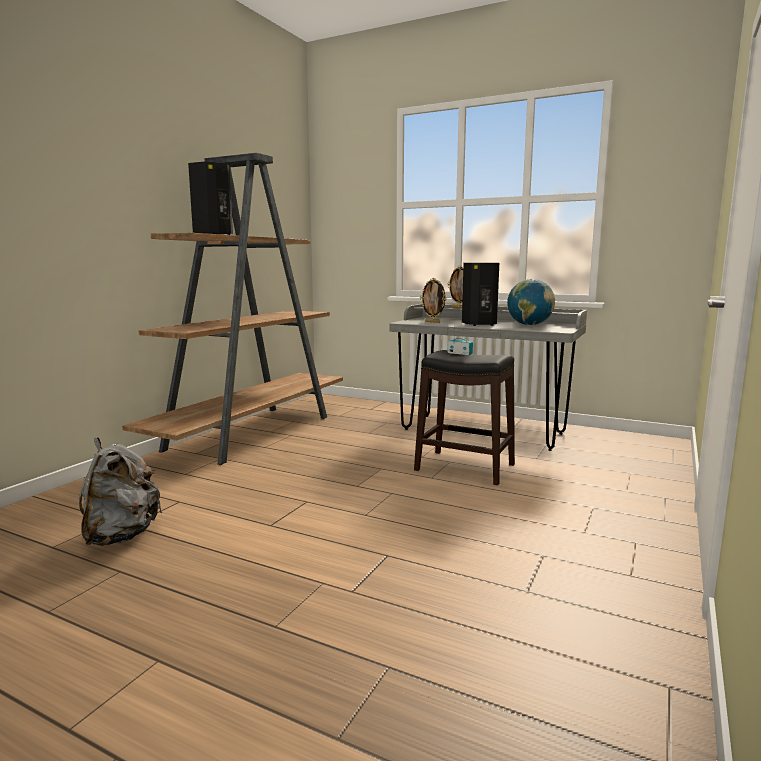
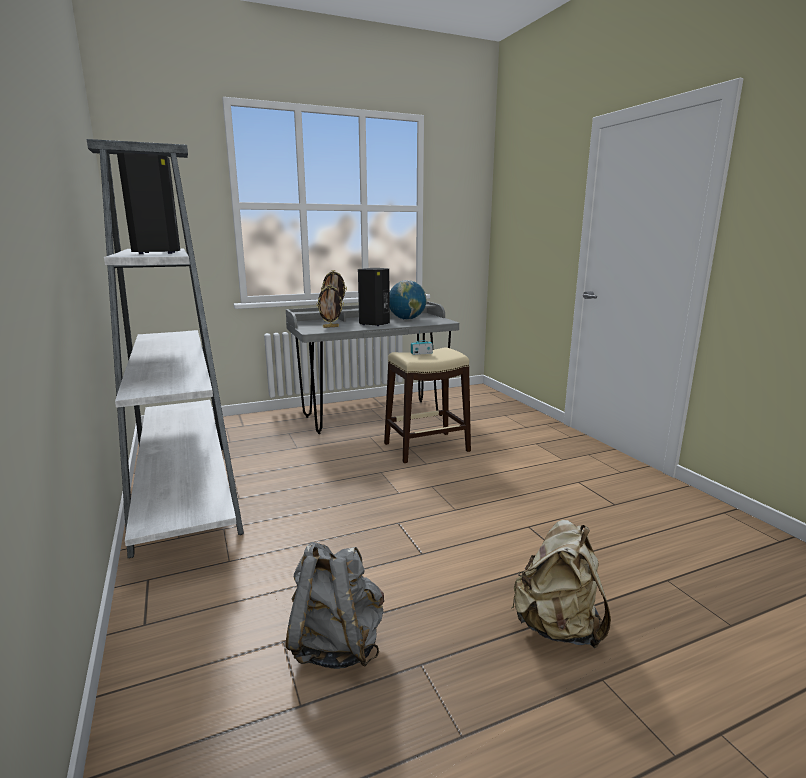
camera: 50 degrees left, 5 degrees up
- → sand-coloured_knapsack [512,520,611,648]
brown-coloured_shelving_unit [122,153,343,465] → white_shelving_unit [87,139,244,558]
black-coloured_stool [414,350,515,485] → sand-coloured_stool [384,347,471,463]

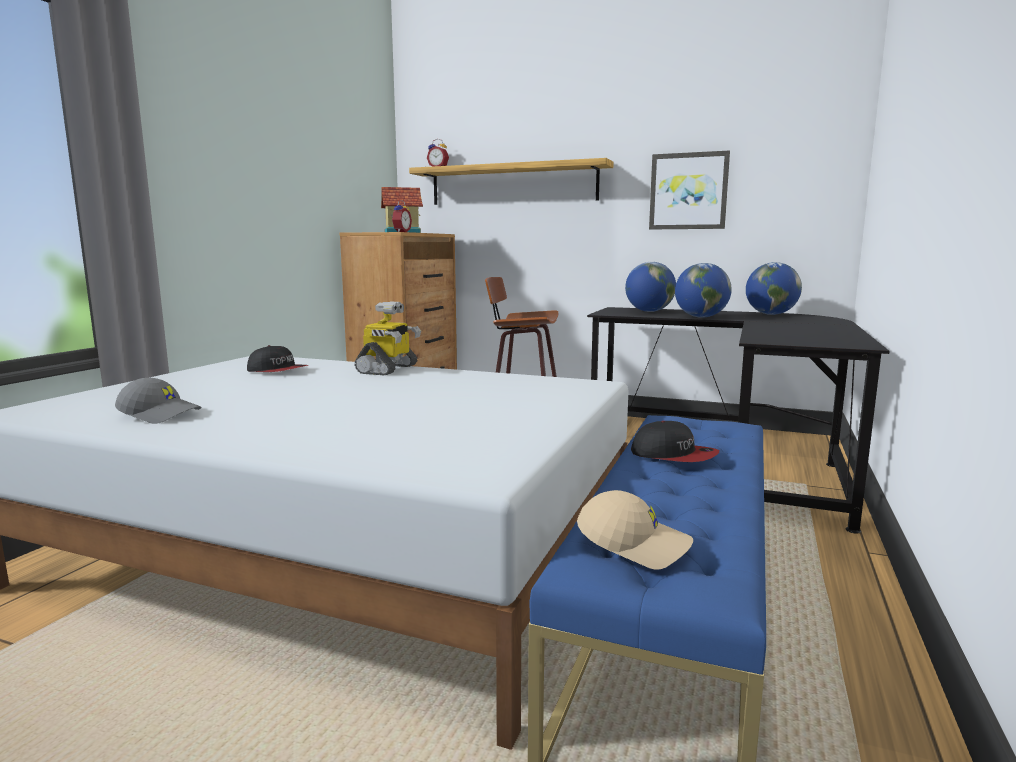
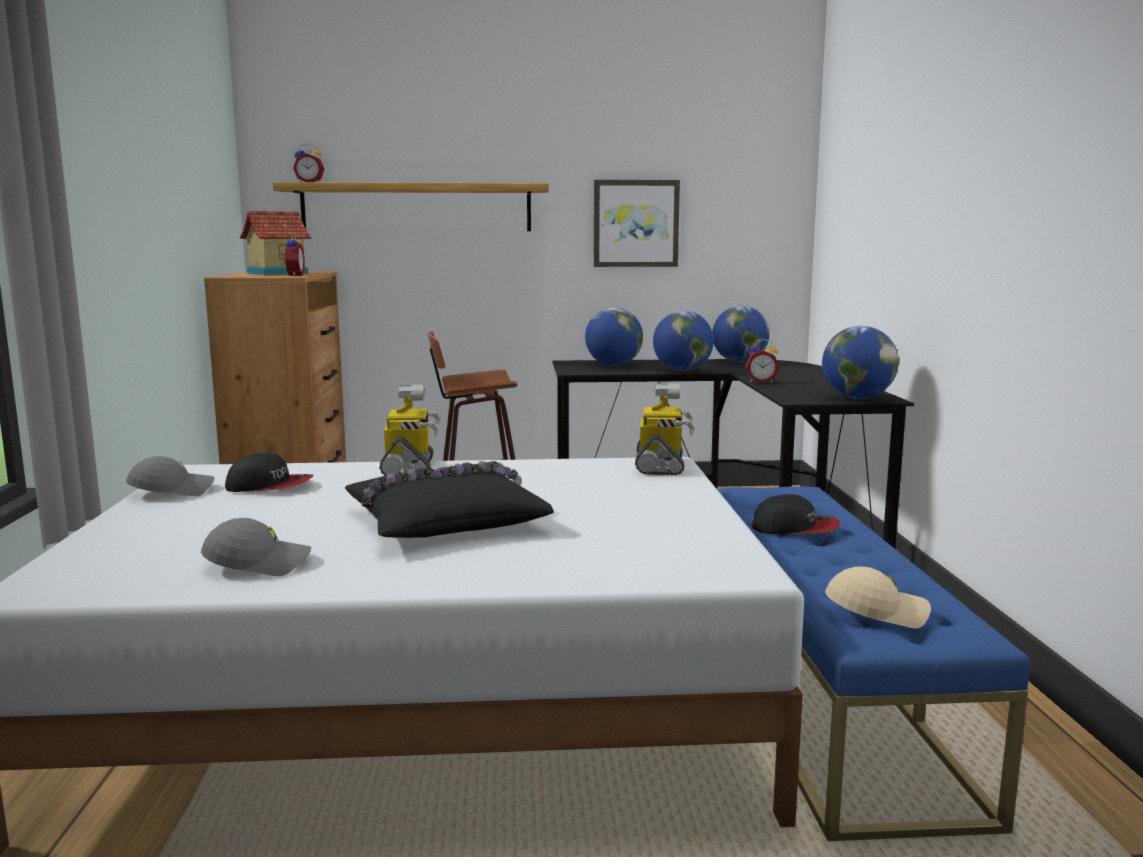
camera: 25 degrees left, 0 degrees up
- → grey_cap [126,456,214,496]
- → black-coloured_pillow [345,461,554,538]
- → robot_figure [635,383,695,475]
- → bedside_clock [745,339,779,383]
- → globe [822,326,899,399]

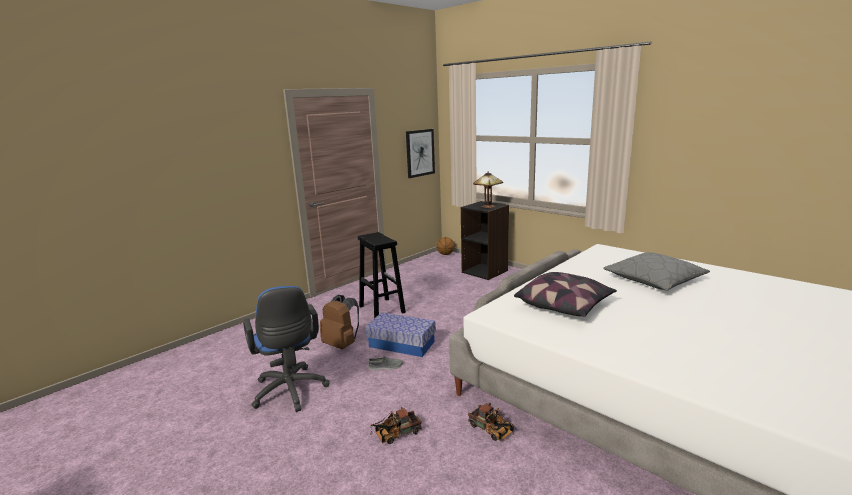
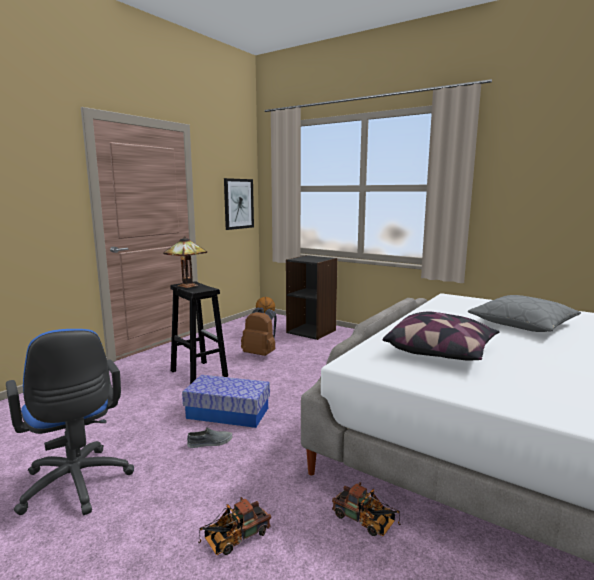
camera: 10 degrees left, 5 degrees down
brown-coloured_knapsack [320,295,359,349] → brown-coloured_knapsack [241,307,277,356], moved
lamp_for_a_table [473,172,503,208] → lamp_for_a_table [163,236,207,288], moved

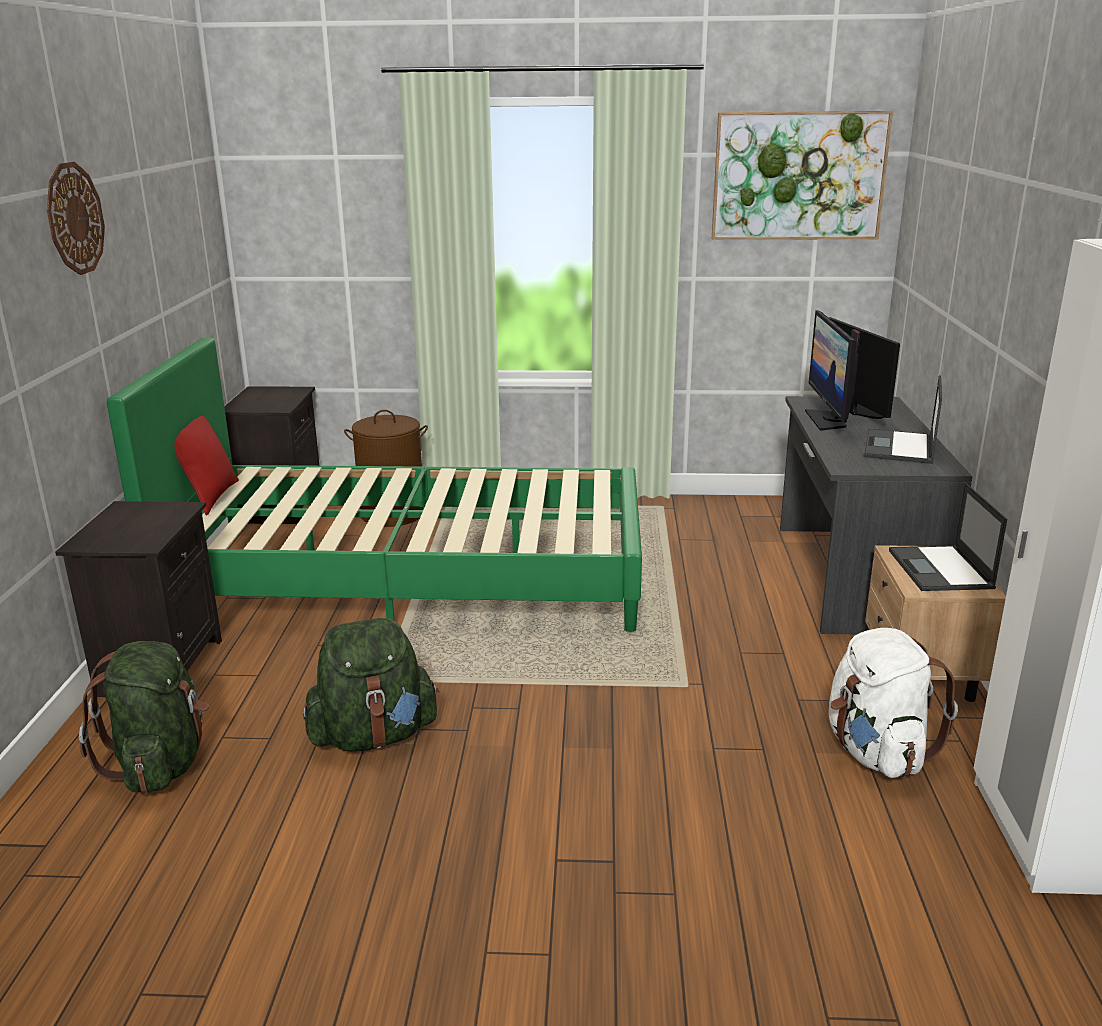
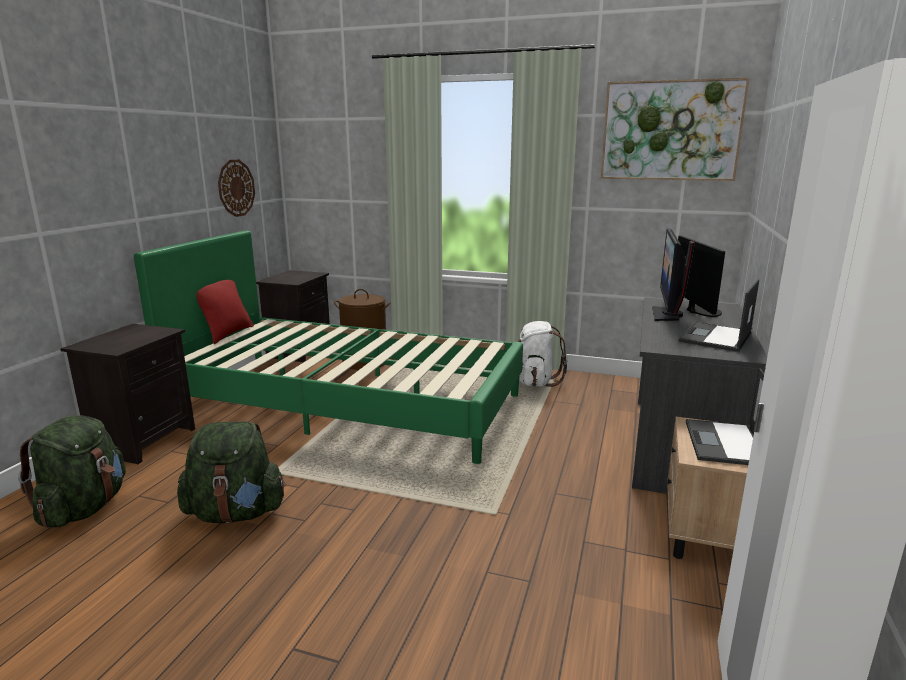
camera: 15 degrees right, 5 degrees down
hanging_clock [47,162,105,275] → hanging_clock [218,160,255,217], moved
white_knapsack [829,628,958,778] → white_knapsack [517,321,568,387], moved

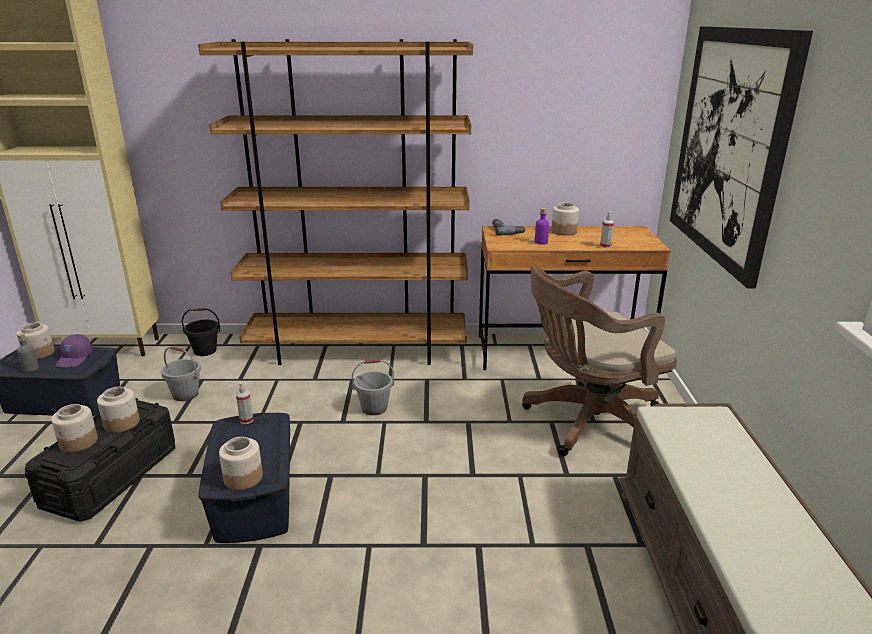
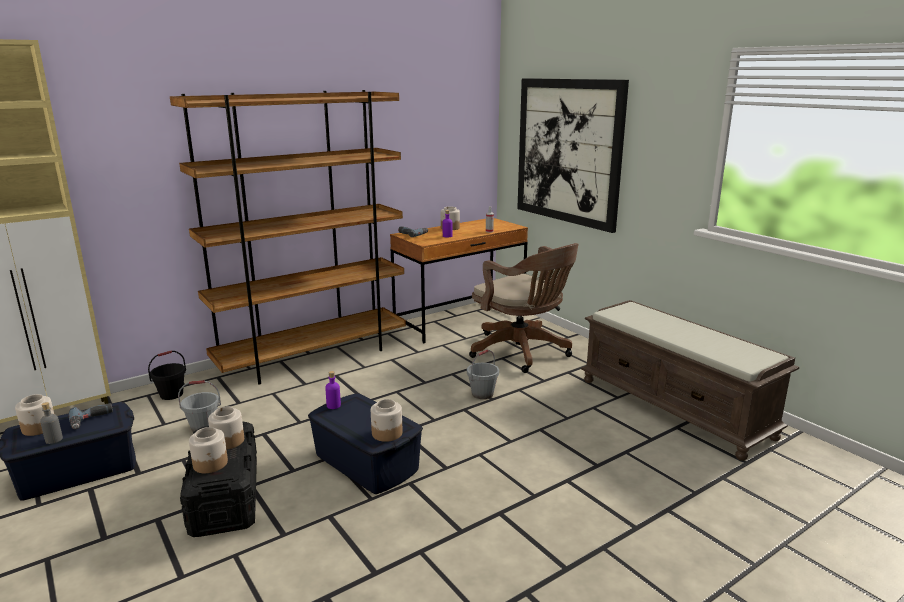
camera: 35 degrees left, 5 degrees down
grey_bucket [352,359,394,415] → grey_bucket [467,349,499,399], moved
purple-coloured_cap [56,334,92,367] → power_drill [69,403,113,429]
hand_sprayer [236,382,253,424] → purple-coloured_bottle [325,371,341,409]
brown-coloured_office_chair [522,266,677,456] → brown-coloured_office_chair [469,243,578,373], 75 degrees counterclockwise

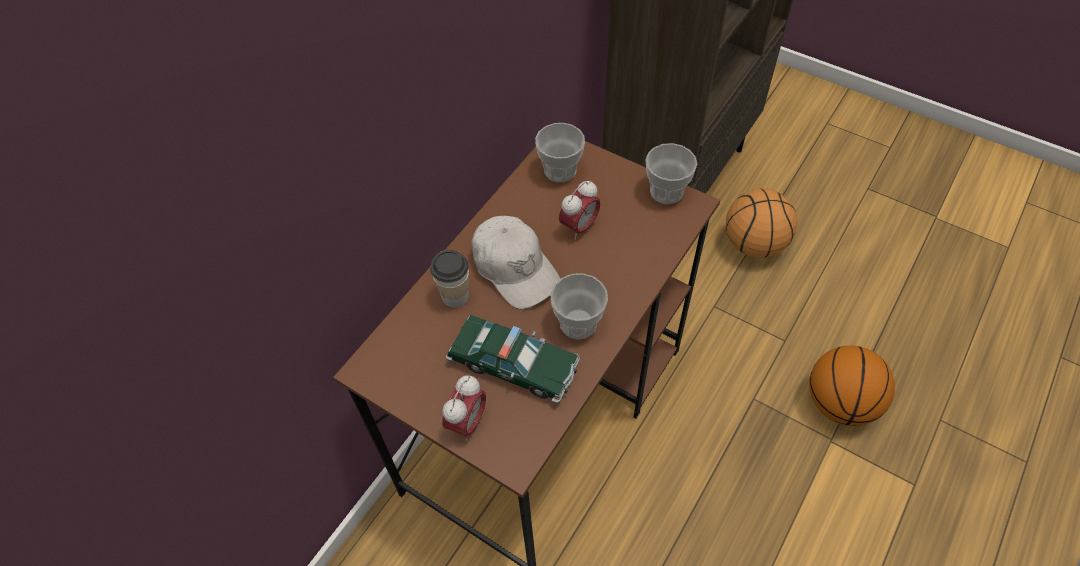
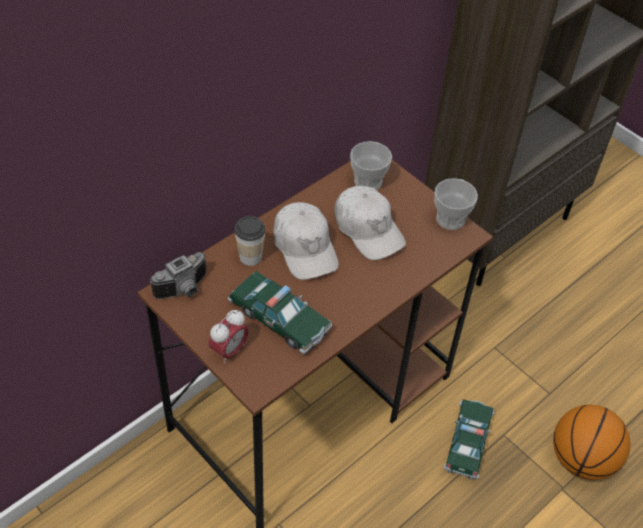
camera: 10 degrees right, 5 degrees down
drinking_cup [551,273,608,339] → -
basketball_ball [726,188,798,258] → -
- → photo_camera [150,252,206,299]
- → model_car [443,399,494,480]
bedside_clock [559,180,601,240] → white_cap [335,186,406,260]

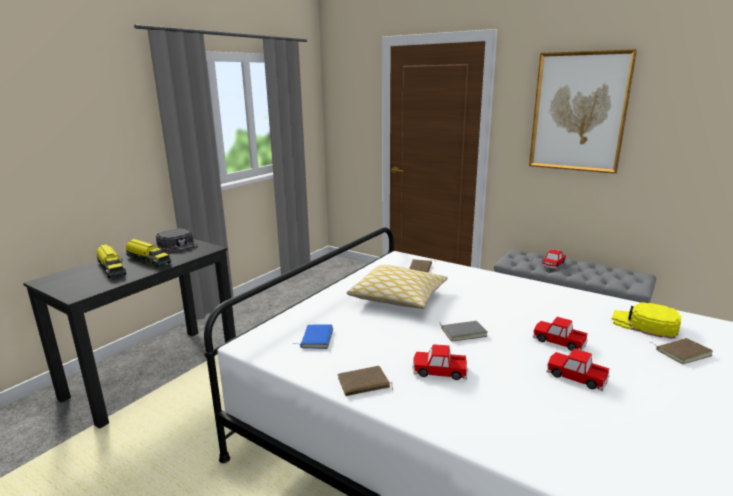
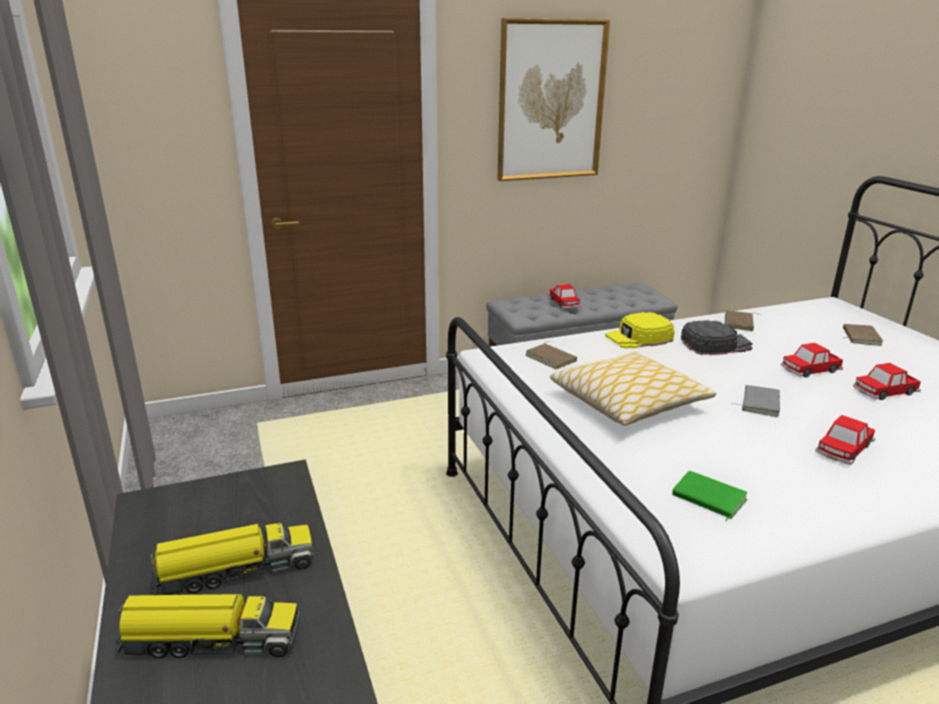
camera: 55 degrees left, 5 degrees up
black-coloured_cap [156,228,198,253] → black-coloured_cap [681,320,753,355], moved
brown-coloured_bound_book [337,366,393,396] → brown-coloured_bound_book [725,310,762,331], moved
yellow-coloured_cap [612,302,681,339] → yellow-coloured_cap [605,312,675,349], moved
blue_bound_book [293,324,333,349] → green-coloured_bound_book [672,471,748,521]

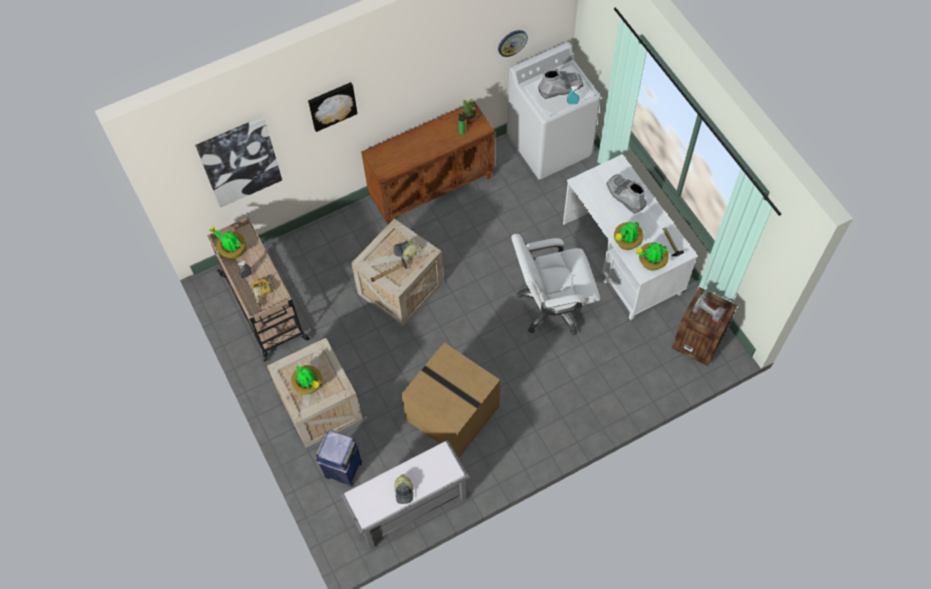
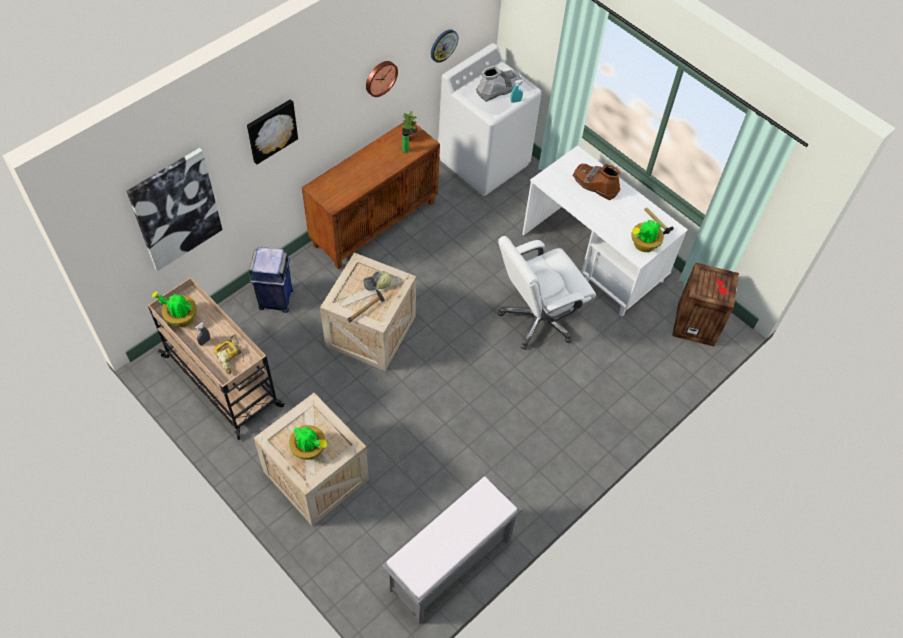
camera: 20 degrees left, 5 degrees down
cap [394,474,413,504] → -
packing_box [402,343,500,458] → -
houseplant [614,222,644,250] → -
power_drill [693,289,725,322] → -
- → hanging_clock [366,61,398,97]
blue_trash_can [316,430,362,487] → blue_trash_can [249,247,293,313], moved
grey_high-top_boot [606,174,647,214] → brown-coloured_high-top_boot [573,164,620,200]

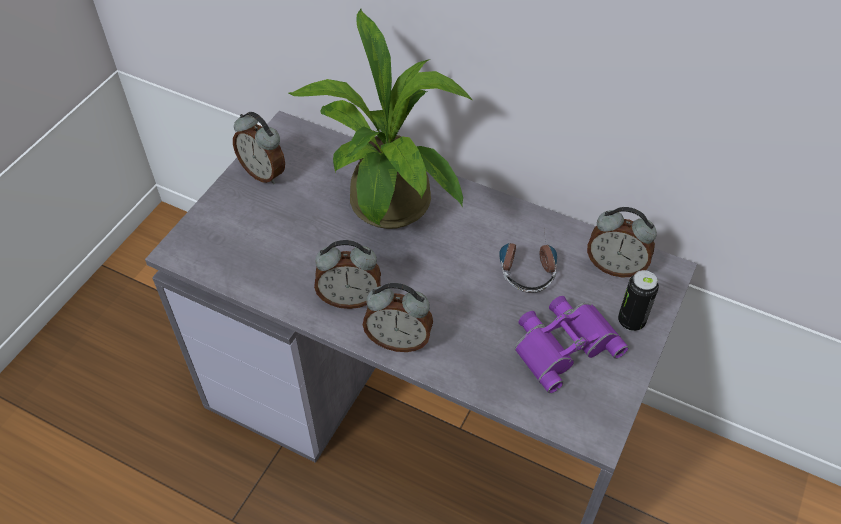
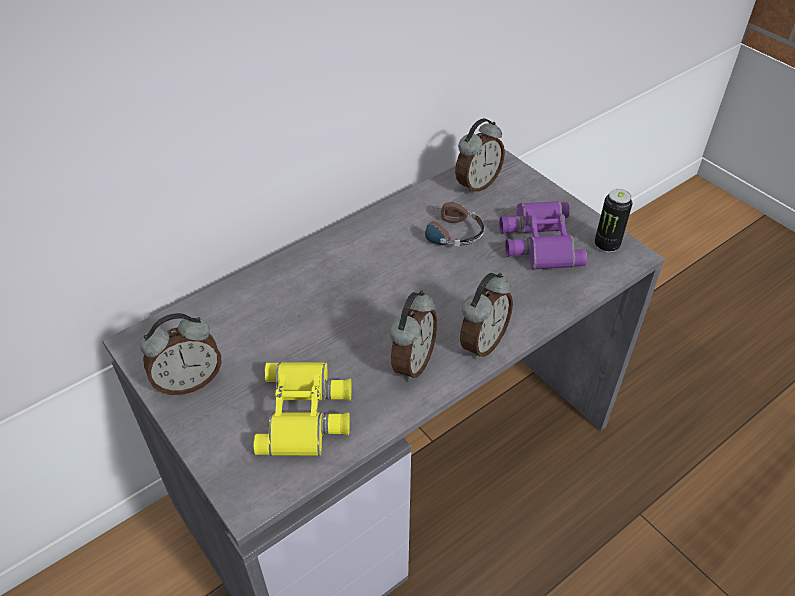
camera: 65 degrees left, 5 degrees down
houseplant [289,9,473,229] → -
- → yellow-coloured_field_glasses [253,362,352,456]
metal_can [618,270,659,331] → metal_can [595,189,633,253], moved

